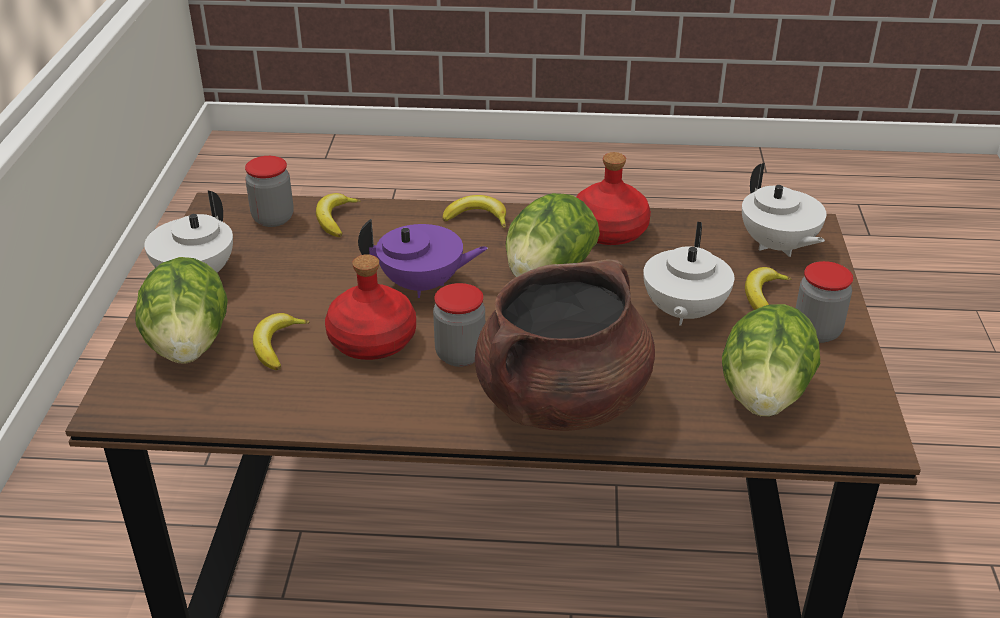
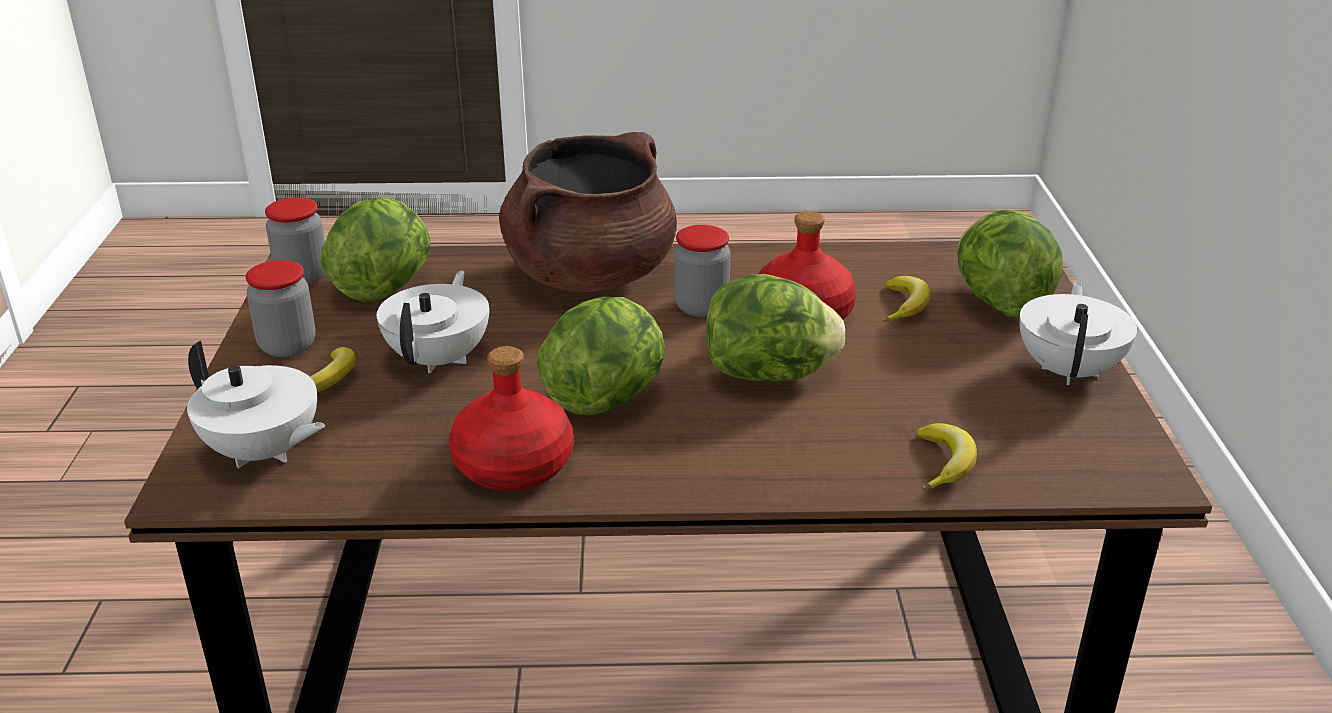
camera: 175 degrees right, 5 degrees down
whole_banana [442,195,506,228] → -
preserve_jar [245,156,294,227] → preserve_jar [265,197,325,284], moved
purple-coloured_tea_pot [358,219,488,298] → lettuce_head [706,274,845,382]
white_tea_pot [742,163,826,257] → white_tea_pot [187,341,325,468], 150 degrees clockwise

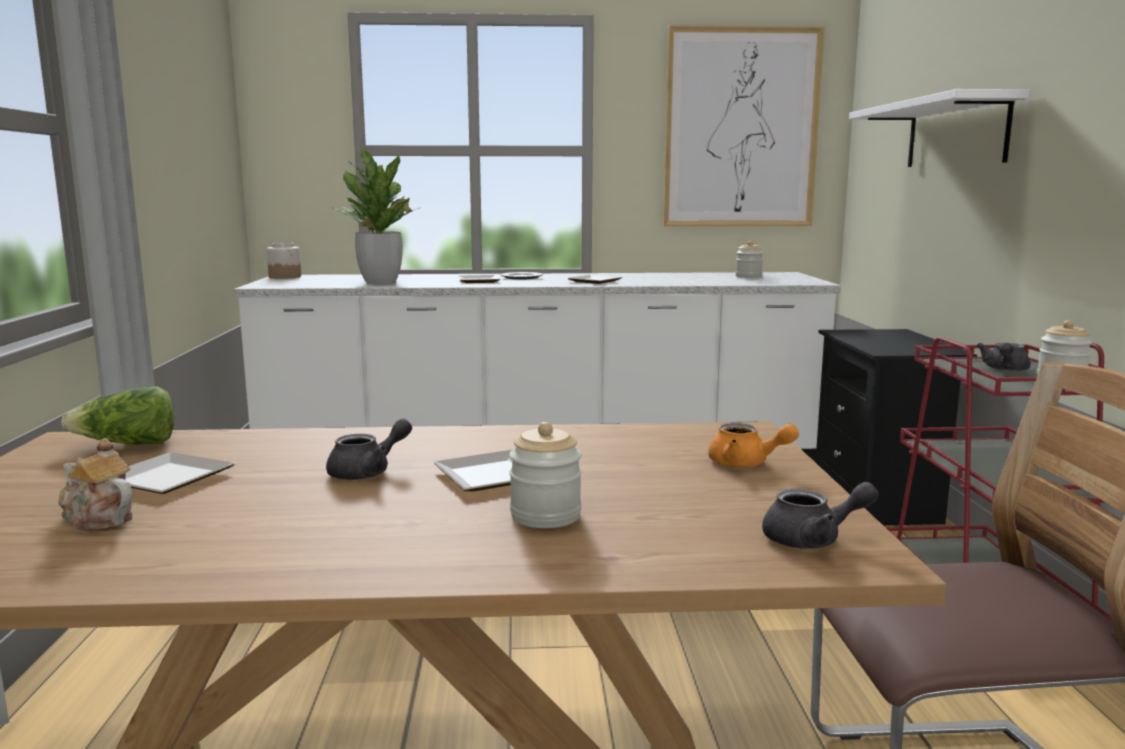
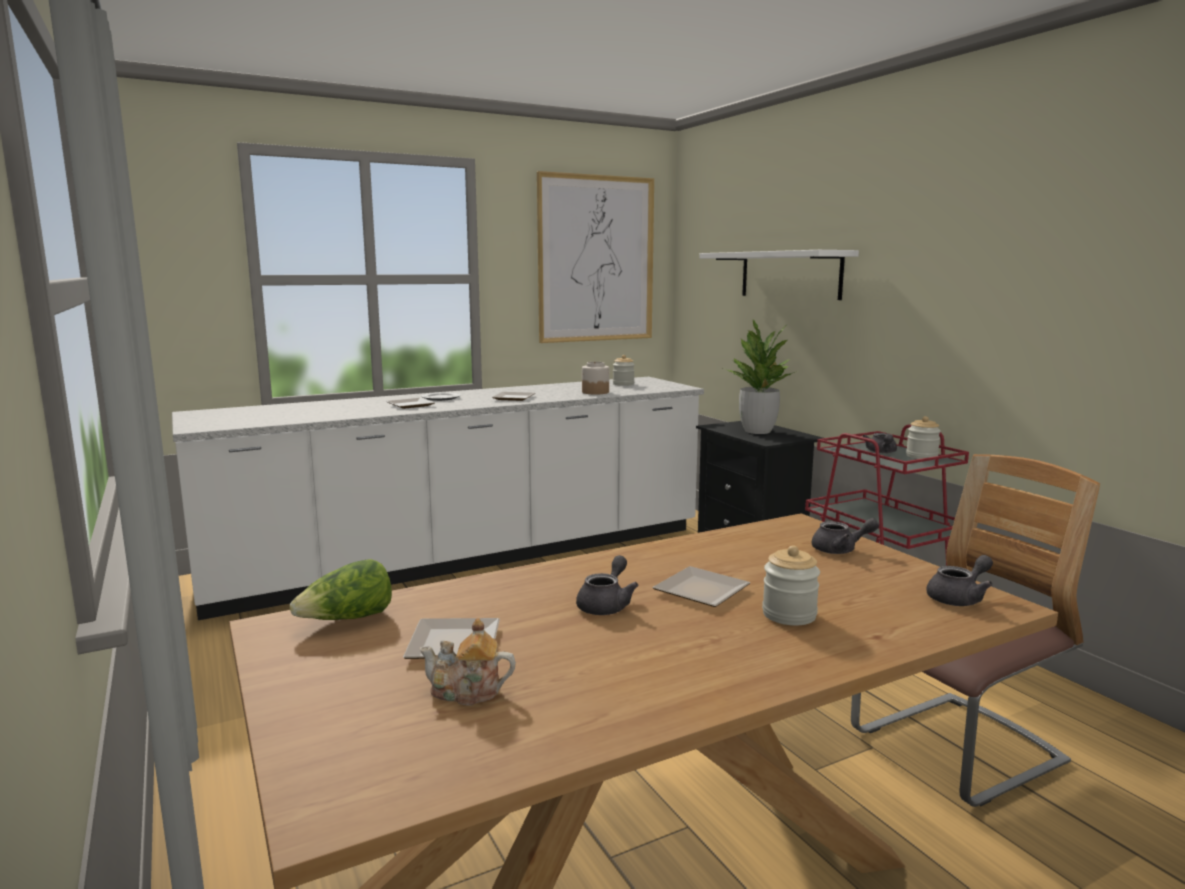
camera: 25 degrees left, 0 degrees up
preserve_jar [267,242,301,279] → preserve_jar [582,362,609,395], moved
houseplant [334,149,421,284] → houseplant [723,320,795,434], moved
orange_tea_pot [708,423,799,467] → grey_tea_pot [812,518,879,554]

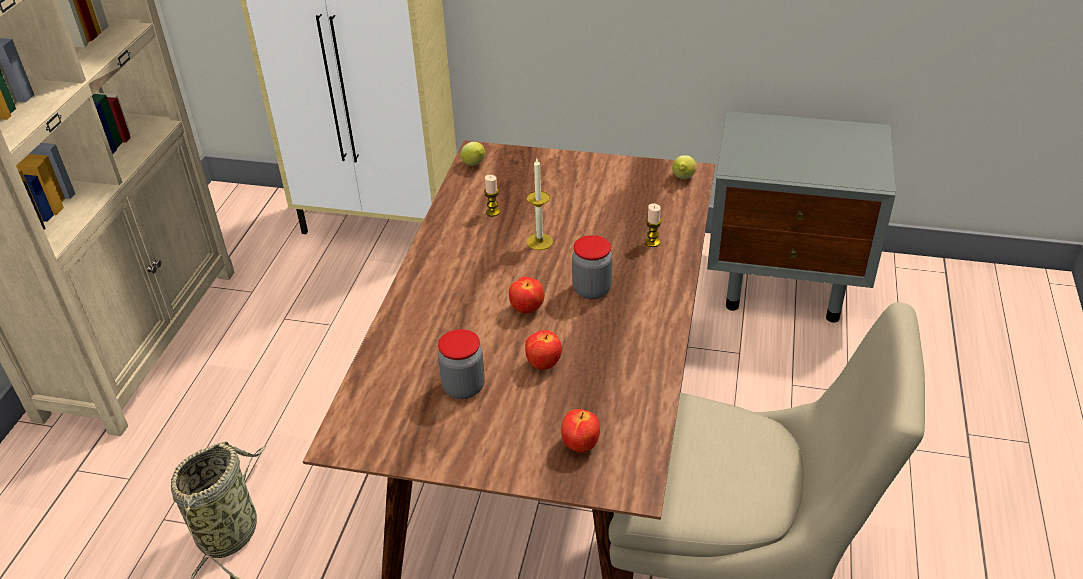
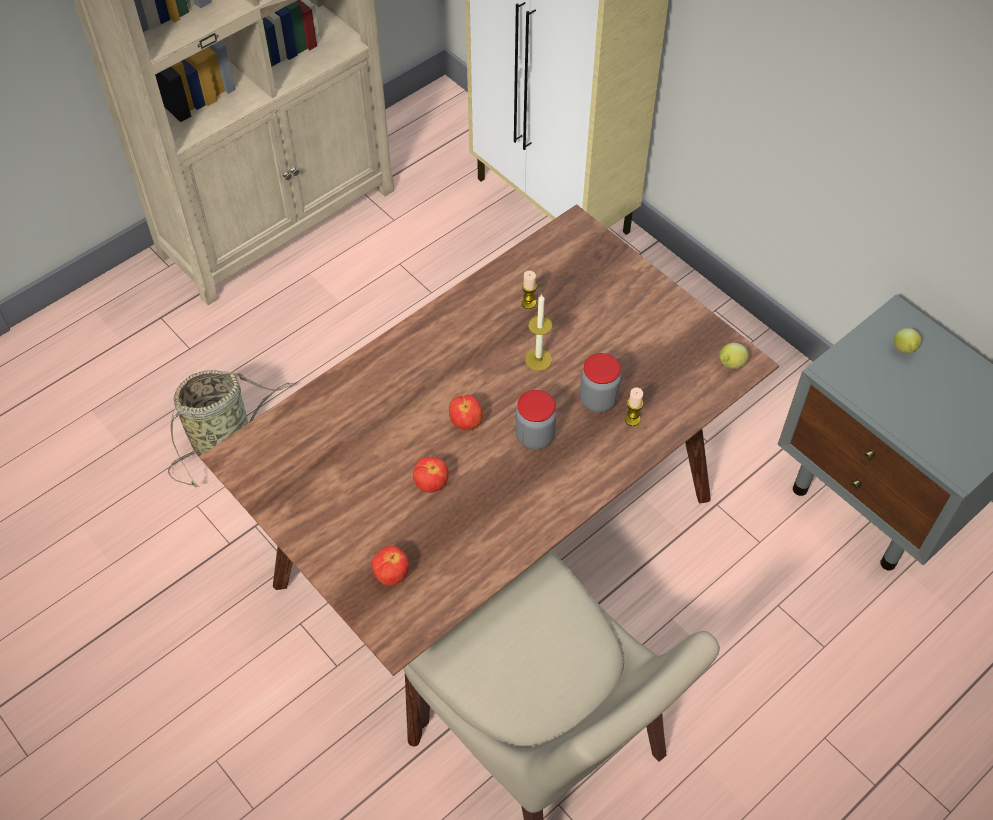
camera: 35 degrees right, 15 degrees up
preserve_jar [438,329,485,399] → preserve_jar [580,353,621,413], moved
lemon [461,142,485,166] → lemon [894,328,921,353], moved

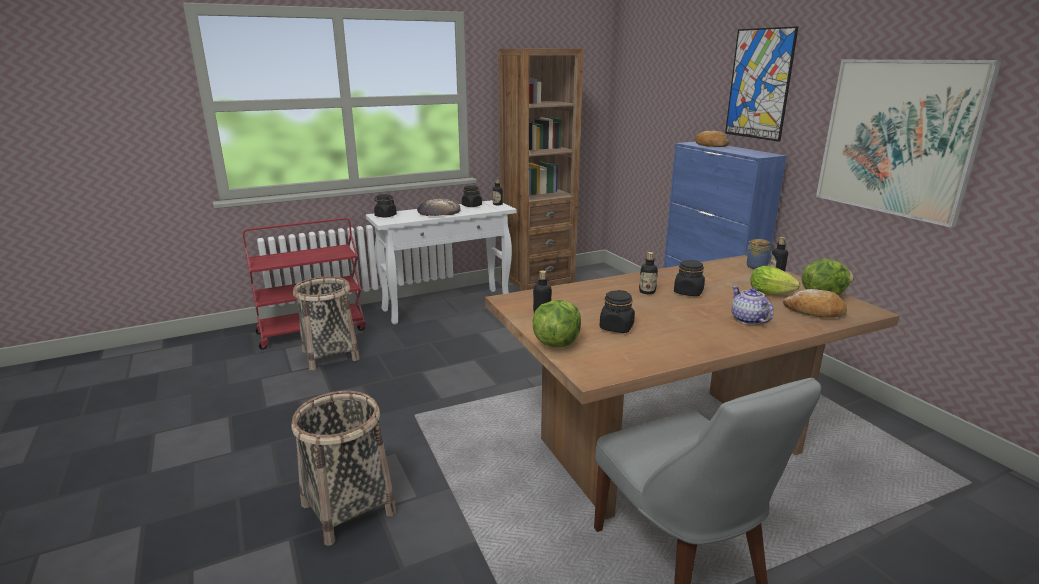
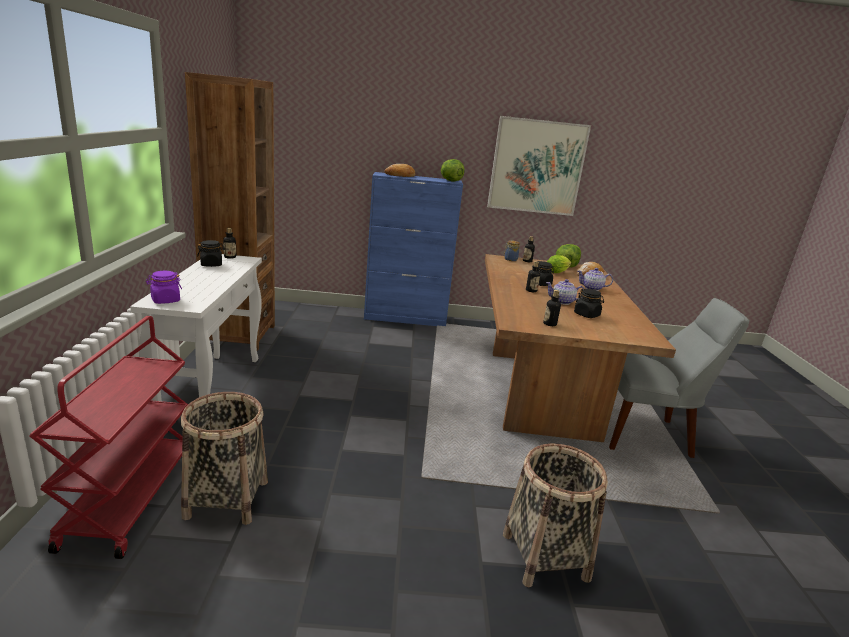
camera: 65 degrees left, 0 degrees up
bread [417,199,461,216] → -
wall_art [725,26,799,142] → -
- → tea_pot [546,279,584,305]
lettuce_head [533,300,581,347] → lettuce_head [441,159,465,182], moved
black-coloured_preserve_jar [374,194,397,218] → purple-coloured_preserve_jar [146,271,182,304]

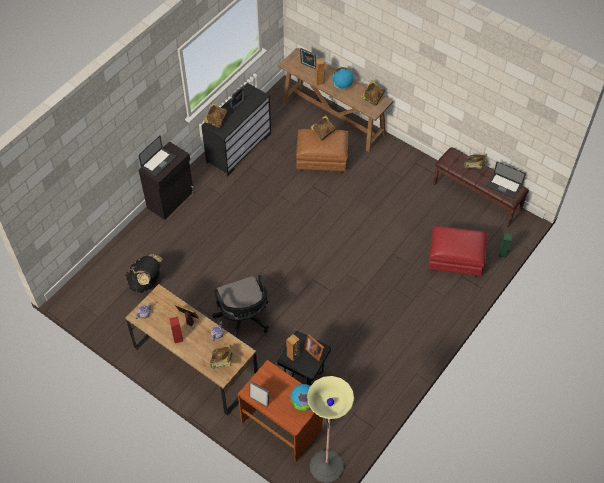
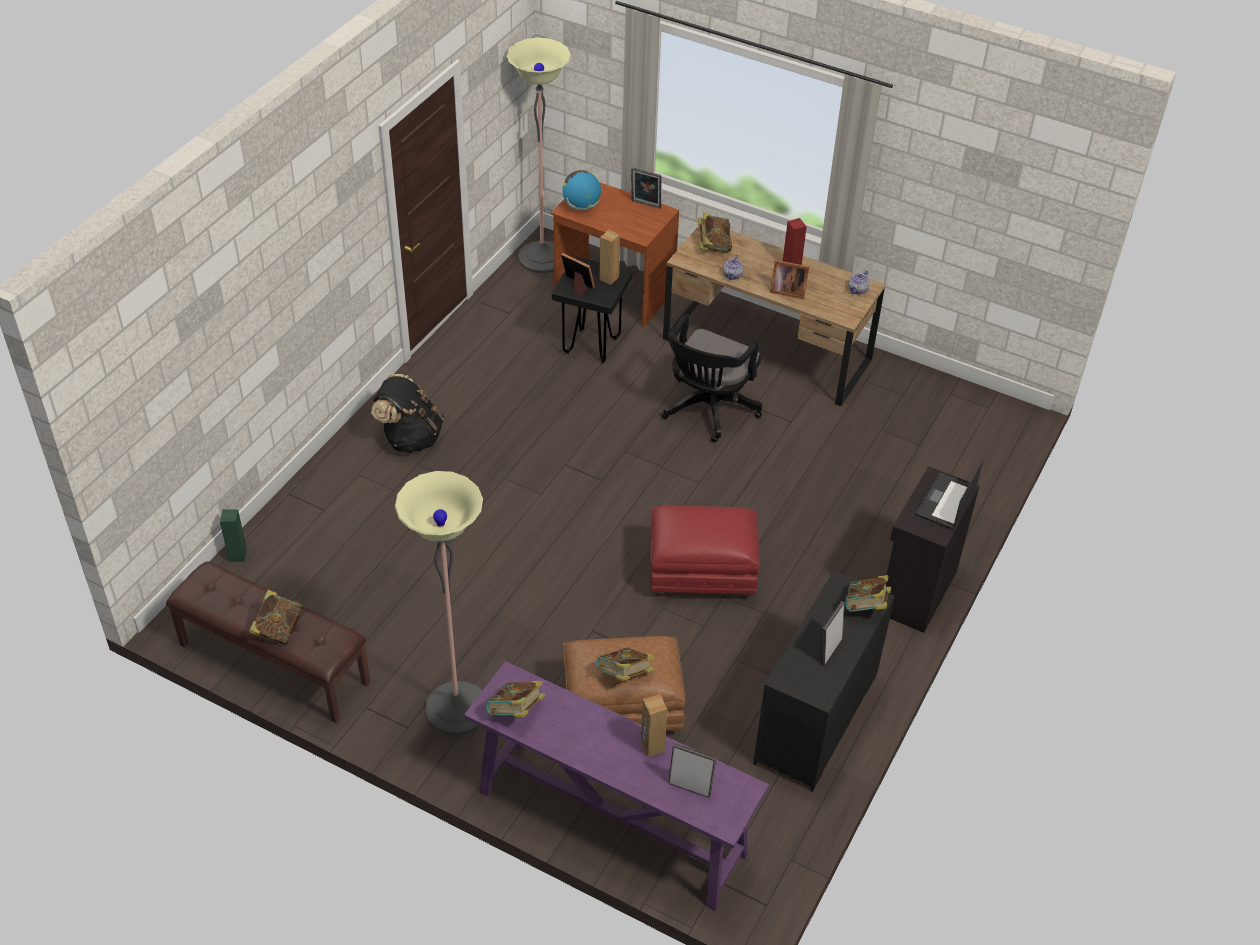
camera: 170 degrees right, 10 degrees down
globe [332,67,353,89] → -
laptop [486,161,526,199] → -
- → standard_lamp [395,471,483,736]
black-coloured_knapsack [125,254,163,293] → black-coloured_knapsack [371,374,444,453], moved
red_pouffe [428,226,487,277] → red_pouffe [651,505,760,599], moved
brown-coloured_console_table [278,48,394,152] → purple-coloured_console_table [464,661,769,911]
black-coloured_office_chair [213,275,269,338] → black-coloured_office_chair [662,314,762,443], 120 degrees counterclockwise

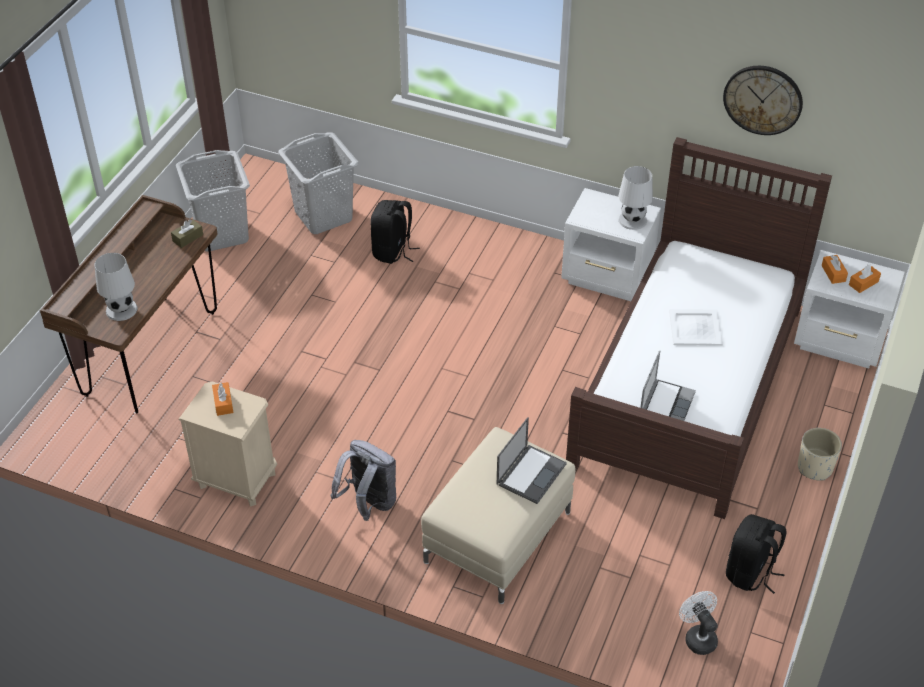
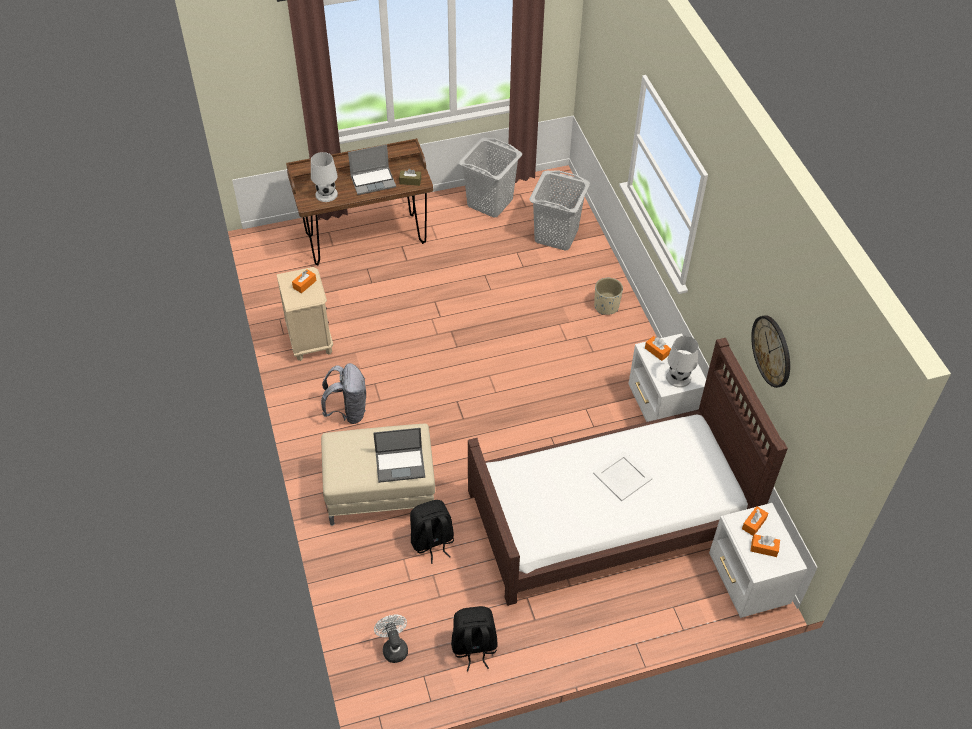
camera: 50 degrees right, 5 degrees up
- → orange_box_of_tissues [645,336,671,361]
black-coloured_knapsack [371,200,420,264] → black-coloured_knapsack [410,500,454,564], moved
laptop [640,351,696,421] → laptop [348,144,396,195], moved
sand-coloured_plant_pot [798,428,842,481] → sand-coloured_plant_pot [594,278,623,315], moved
white_fan [679,591,718,655] → white_fan [374,614,408,663], 45 degrees counterclockwise

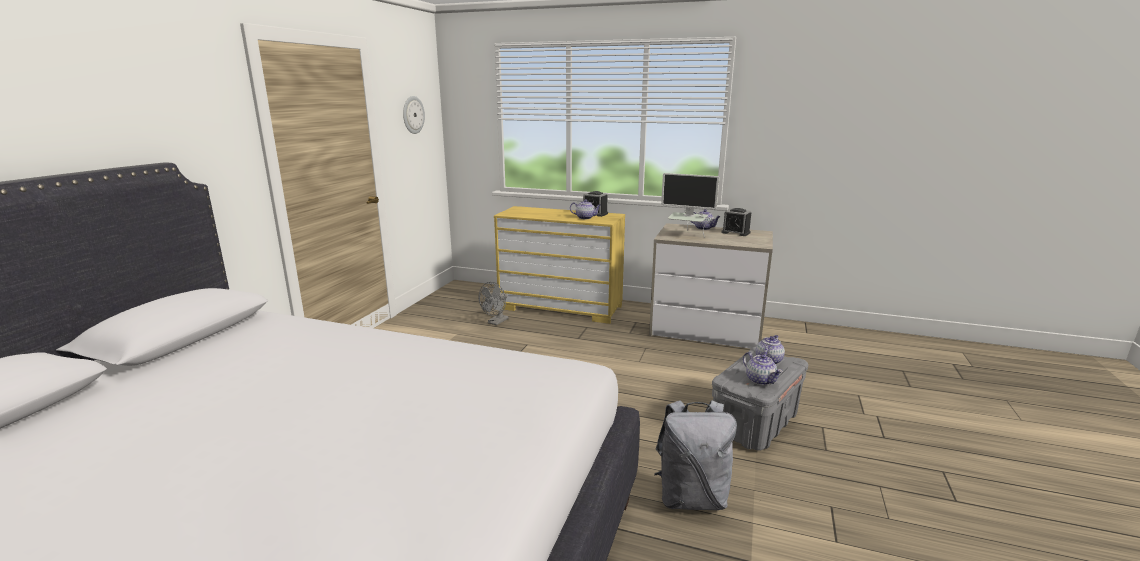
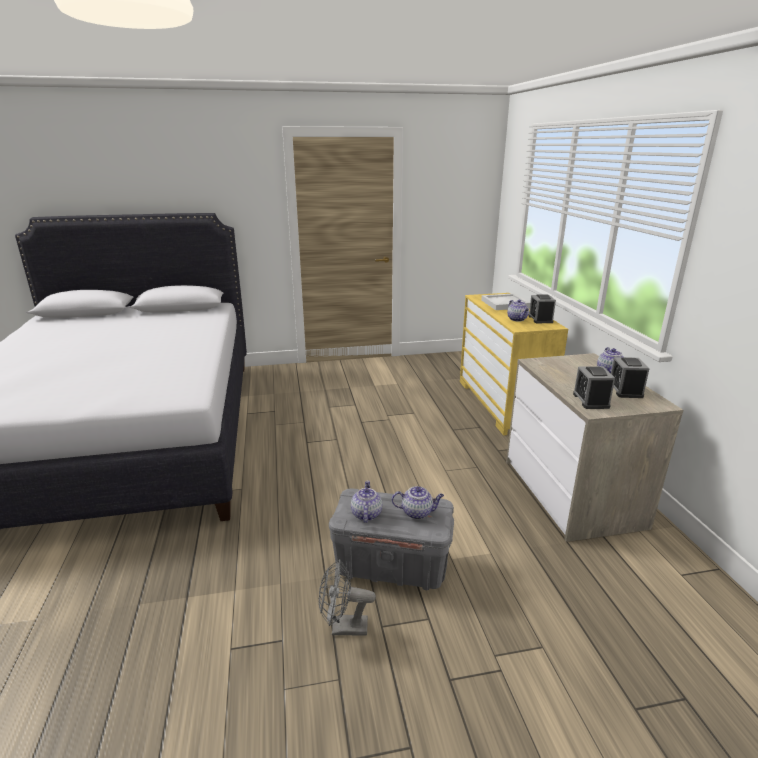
camera: 60 degrees right, 5 degrees up
hanging_clock [403,96,425,134] → -
grey_knapsack [654,400,737,510] → -
computer_screen [661,173,719,237] → -
- → white_tray [481,293,530,310]
- → bedside_clock [573,366,615,409]
grey_fan [479,282,508,325] → grey_fan [319,559,376,636], moved
tea_pot [743,352,783,385] → tea_pot [351,480,382,523], 150 degrees clockwise

